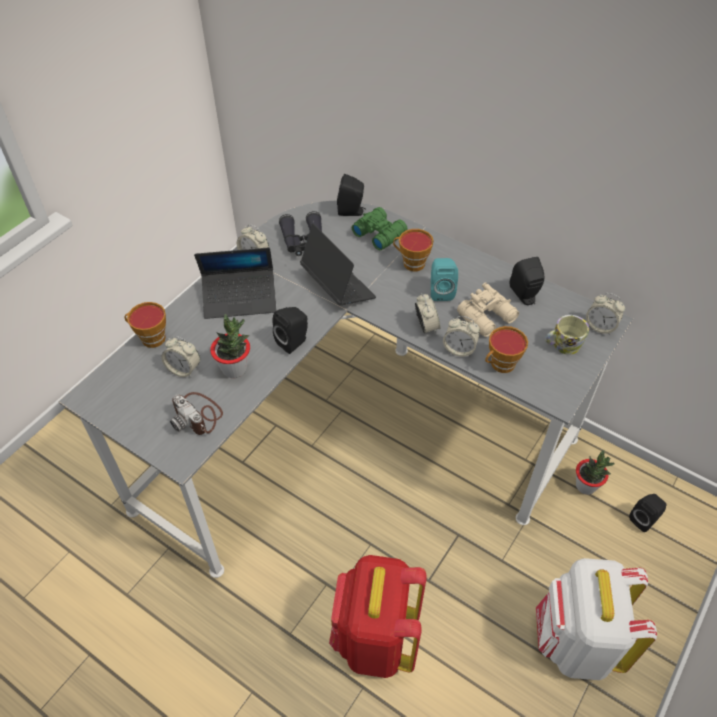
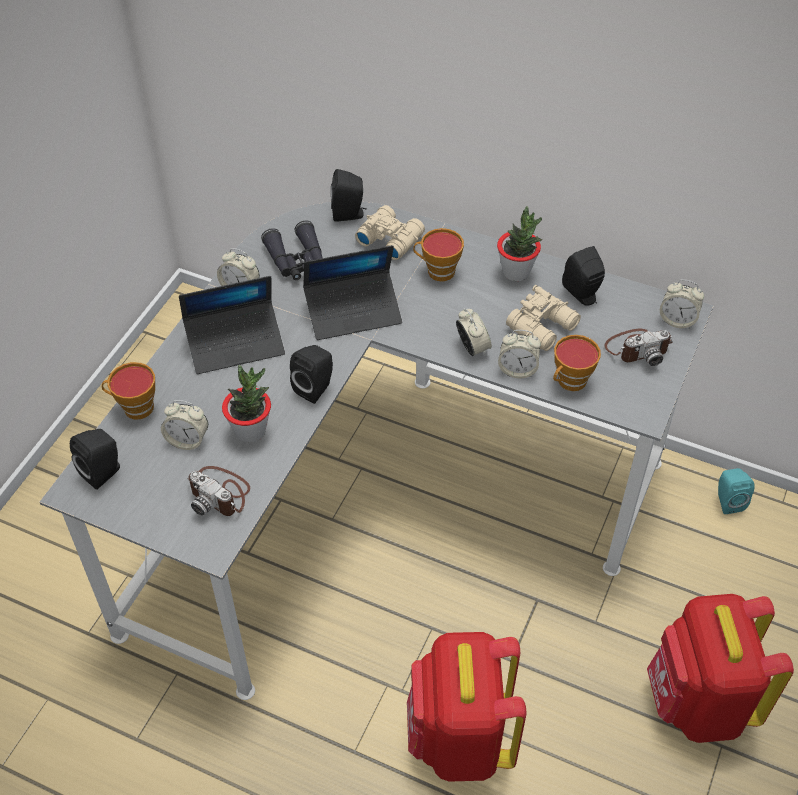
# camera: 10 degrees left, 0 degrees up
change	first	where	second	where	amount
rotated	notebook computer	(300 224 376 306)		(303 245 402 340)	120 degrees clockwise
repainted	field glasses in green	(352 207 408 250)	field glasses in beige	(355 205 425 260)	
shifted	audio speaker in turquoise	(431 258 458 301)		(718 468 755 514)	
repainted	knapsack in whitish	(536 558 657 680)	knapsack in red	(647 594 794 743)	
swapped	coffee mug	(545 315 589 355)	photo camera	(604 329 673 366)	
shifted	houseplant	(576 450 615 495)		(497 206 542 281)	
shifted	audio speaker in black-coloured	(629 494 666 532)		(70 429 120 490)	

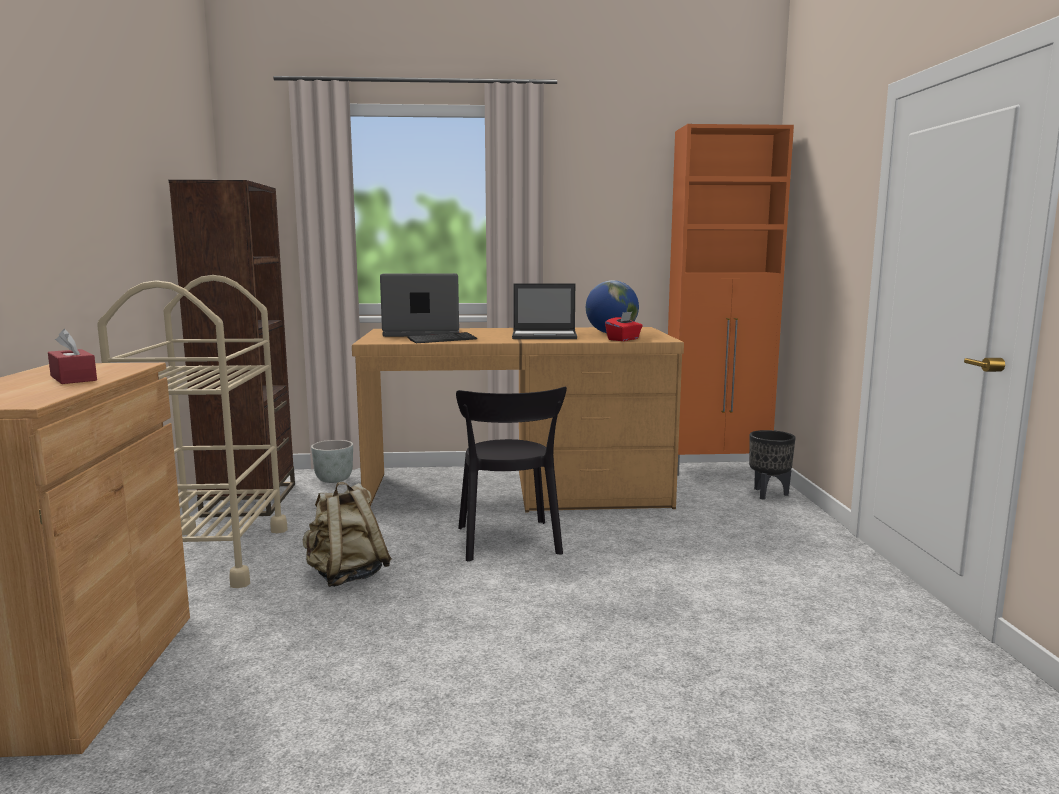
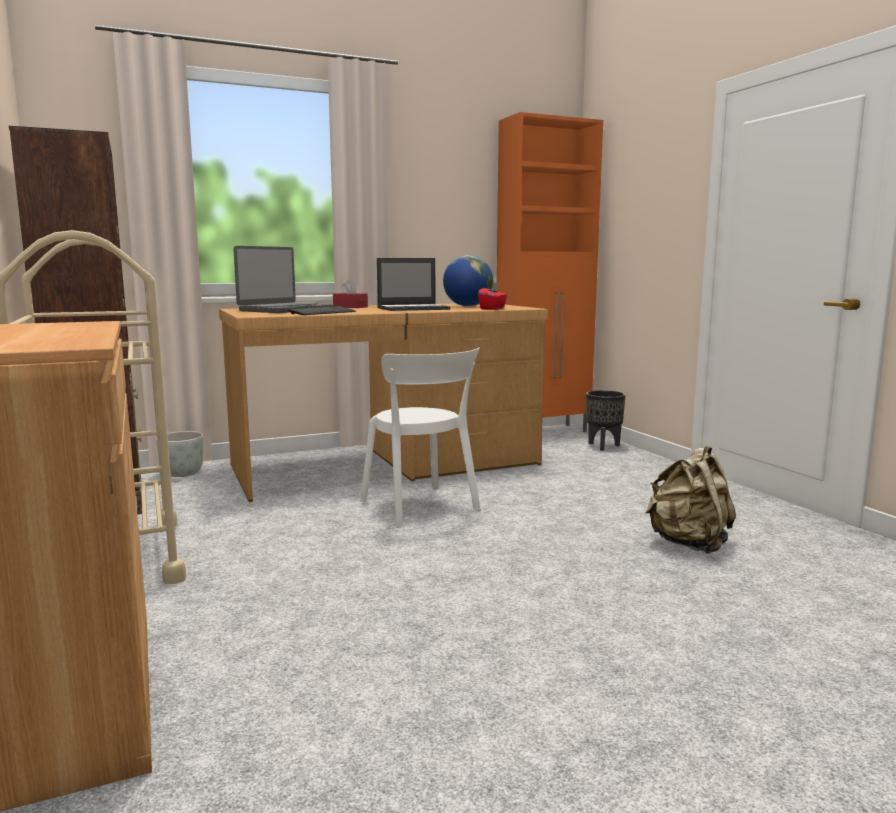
# camera: 20 degrees left, 0 degrees up
change	first	where	second	where	amount
shifted	box of tissues in red	(48 329 97 384)		(333 280 368 308)	
shifted	knapsack in beige	(303 482 392 587)		(645 446 736 554)	
rotated	notebook computer	(380 273 459 337)		(233 246 334 313)	150 degrees clockwise
repainted	chair in black-coloured	(456 387 567 561)	chair in whitish	(360 348 481 528)	

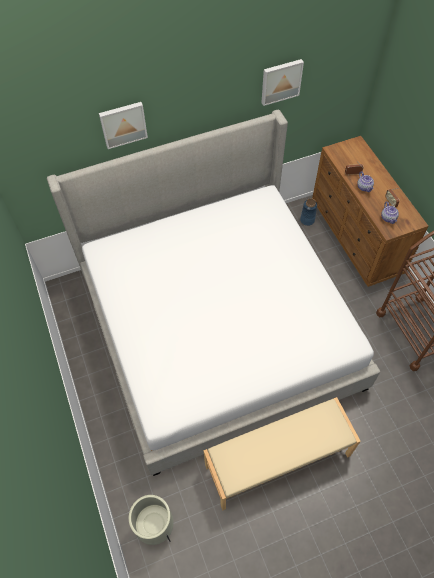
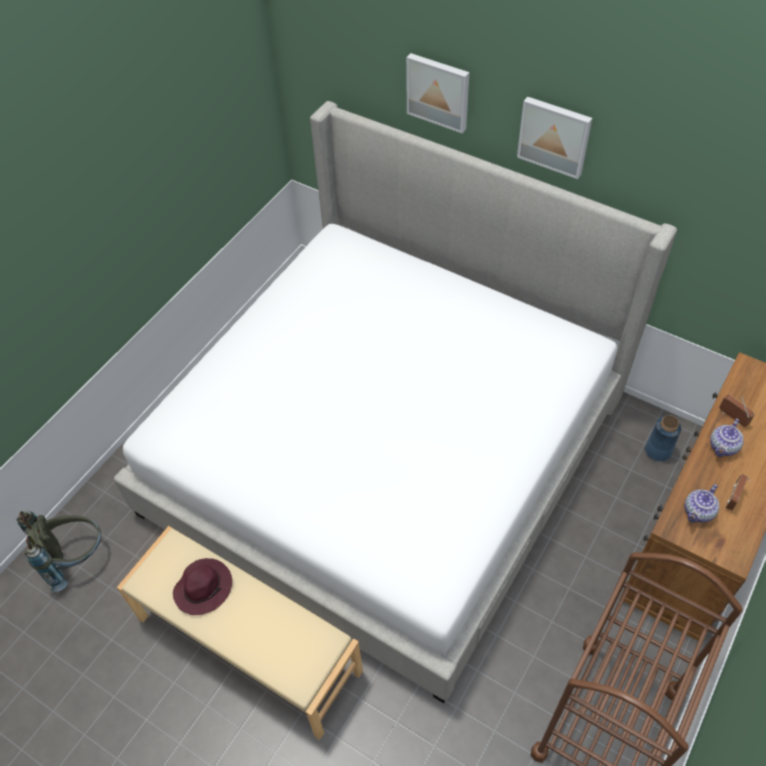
# camera: 55 degrees right, 5 degrees down
change	first	where	second	where	amount
swapped	planter in beige	(129 495 174 545)	knapsack in grey	(17 510 101 592)	
shifted	picture	(261 59 304 106)		(517 97 592 179)	
new			hat in purple	(173 558 232 615)	

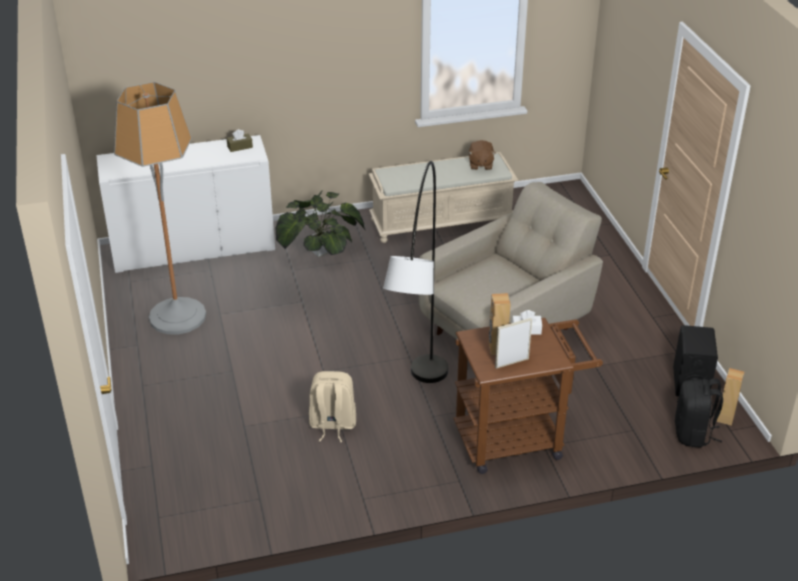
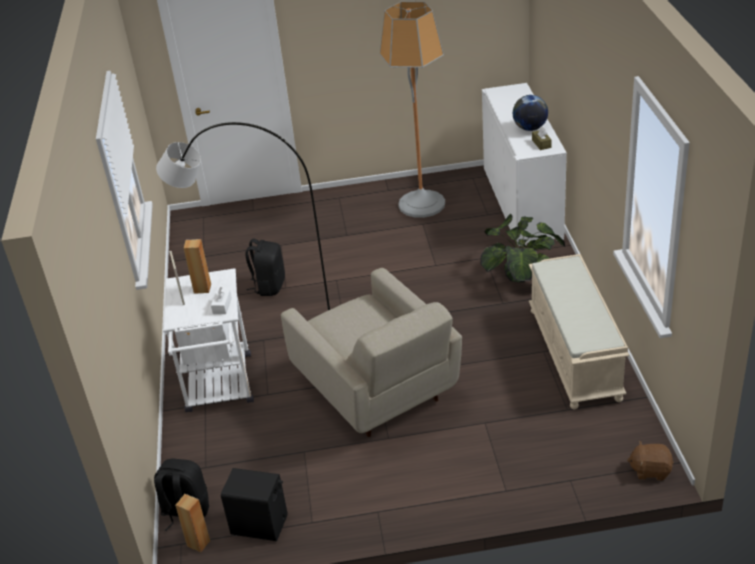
# camera: 100 degrees right, 0 degrees up
change	first	where	second	where	amount
repainted	knapsack in beige	(309 371 356 442)	knapsack in black-coloured	(245 239 285 296)	
repainted	cart in brownish	(454 318 603 474)	cart in whitish	(163 268 254 413)	
shifted	soft toy in brownish	(468 140 496 170)		(627 440 674 481)	
new			globe	(513 95 548 131)	

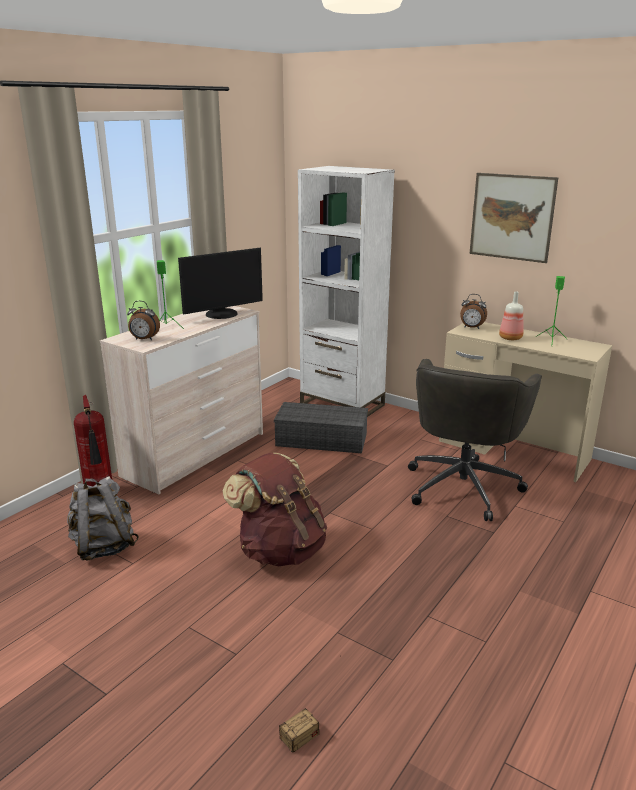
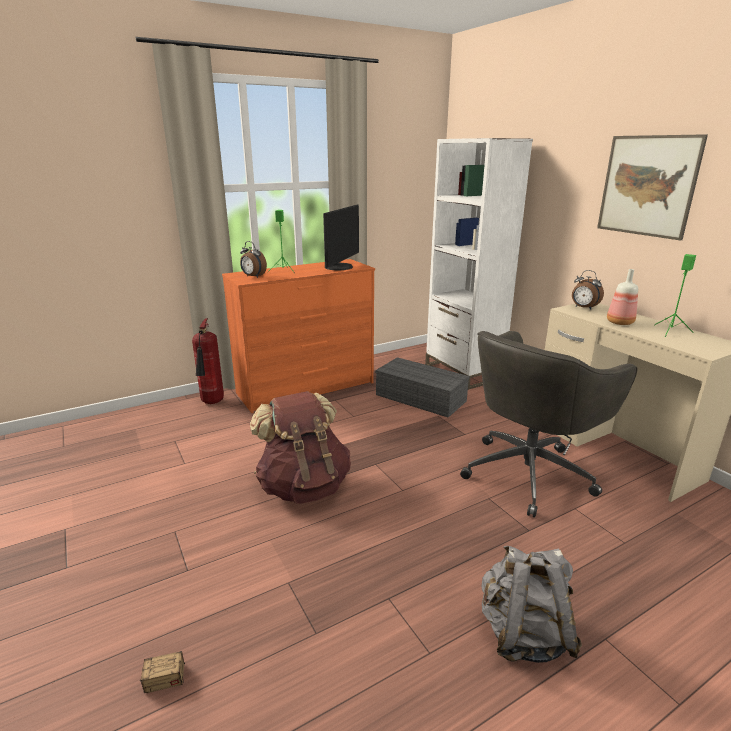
# camera: 25 degrees right, 0 degrees up
change	first	where	second	where	amount
shifted	knapsack in grey	(67 476 139 561)		(482 546 582 663)	
repainted	drawer chest in beige	(100 306 263 494)	drawer chest in orange-coloured	(222 259 375 413)	
rotated	computer display	(178 248 263 319)		(323 205 359 270)	60 degrees counterclockwise

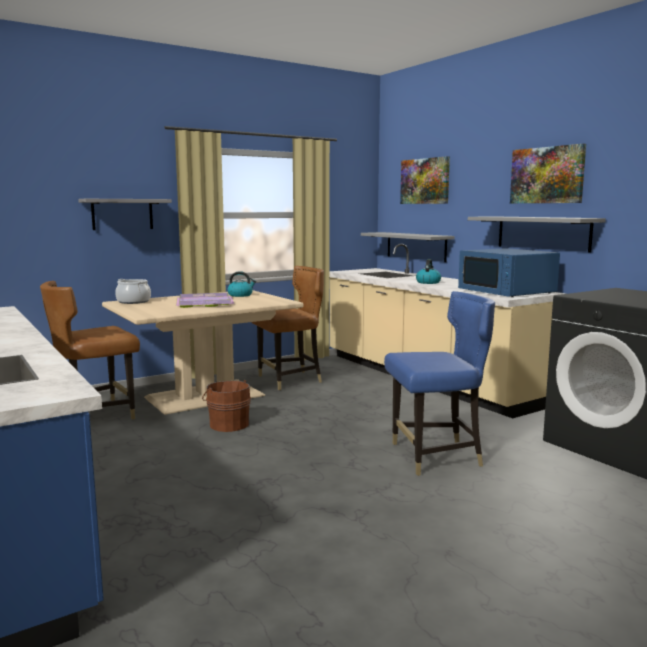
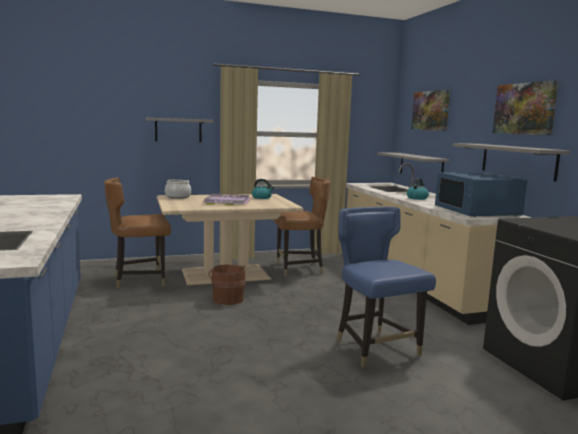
# camera: 15 degrees right, 0 degrees up
change	first	where	second	where	amount
rotated	chair in blue-coloured	(384 291 495 476)		(337 207 436 368)	120 degrees counterclockwise

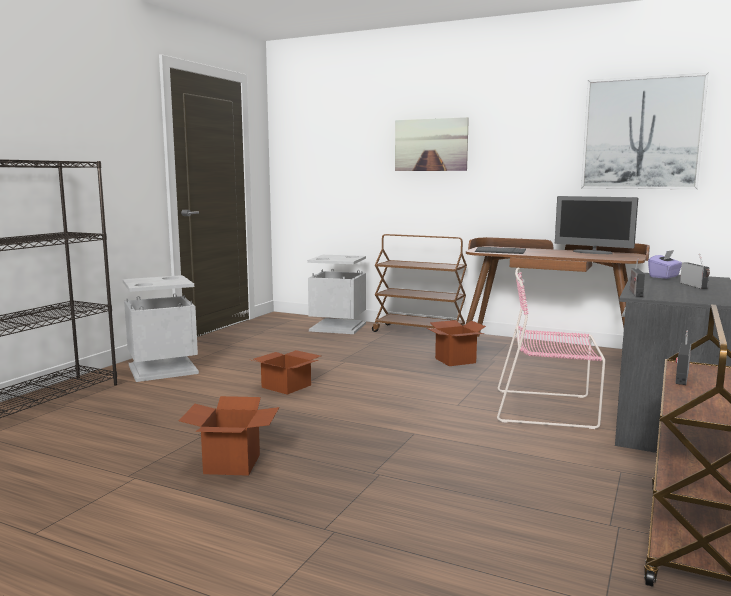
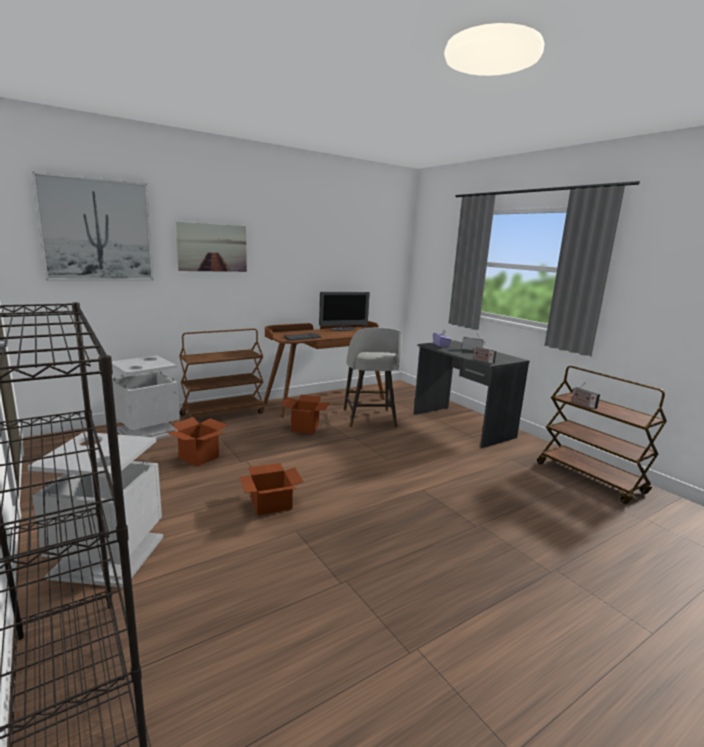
# camera: 60 degrees left, 5 degrees up
change	first	where	second	where	amount
shifted	packing box	(179 396 279 476)		(166 417 228 467)	
gone	chair in pink	(497 268 605 429)			
shifted	picture	(581 73 709 189)		(32 171 154 280)	
new			stool in grey	(344 327 402 427)	

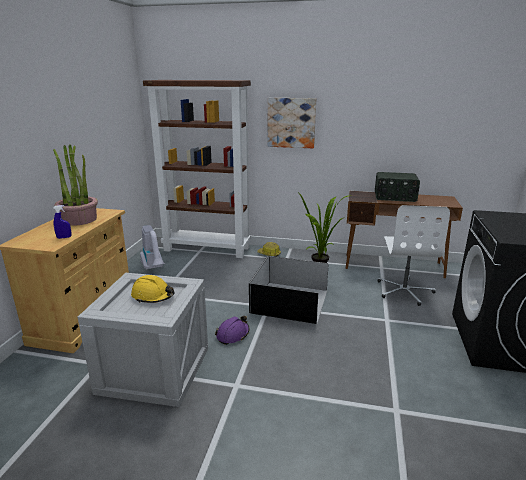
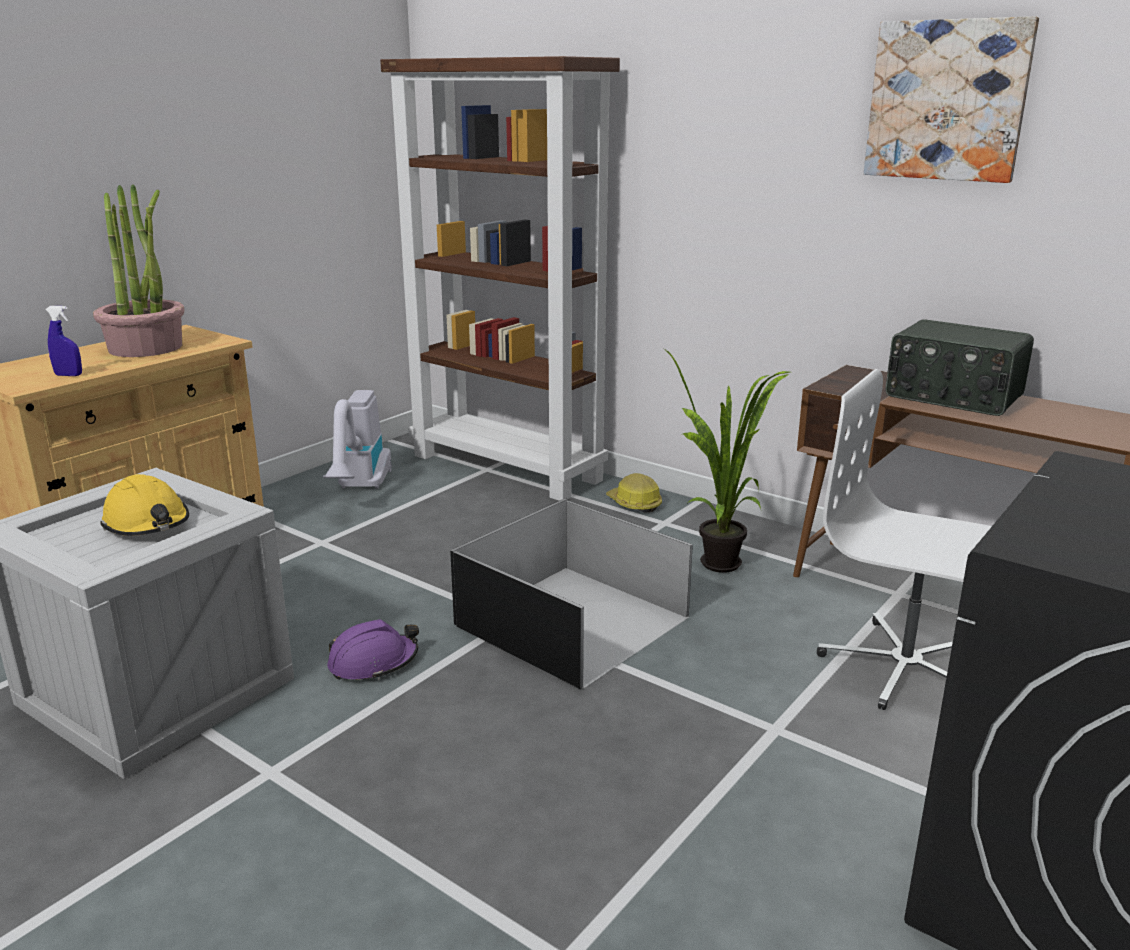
# camera: 25 degrees right, 0 degrees up
change	first	where	second	where	amount
shifted	picture	(267 98 316 148)		(864 16 1039 183)	
rotated	desk chair in whitish	(377 205 450 306)		(817 369 992 710)	90 degrees clockwise

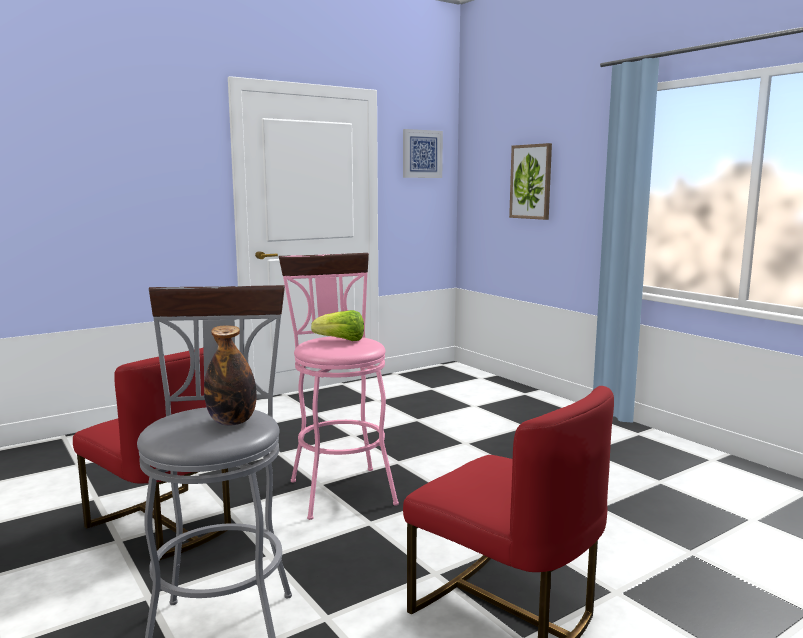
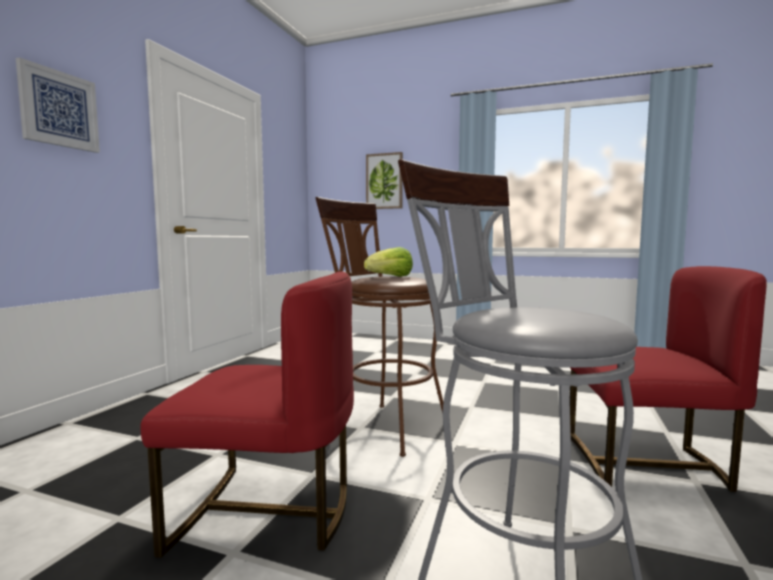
# camera: 35 degrees left, 5 degrees down
change	first	where	second	where	amount
gone	beverage bottle	(204 325 257 426)			
repainted	stool in pink	(279 253 399 520)	stool in brownish	(315 197 444 457)	
shifted	picture	(403 129 443 178)		(16 57 100 153)	

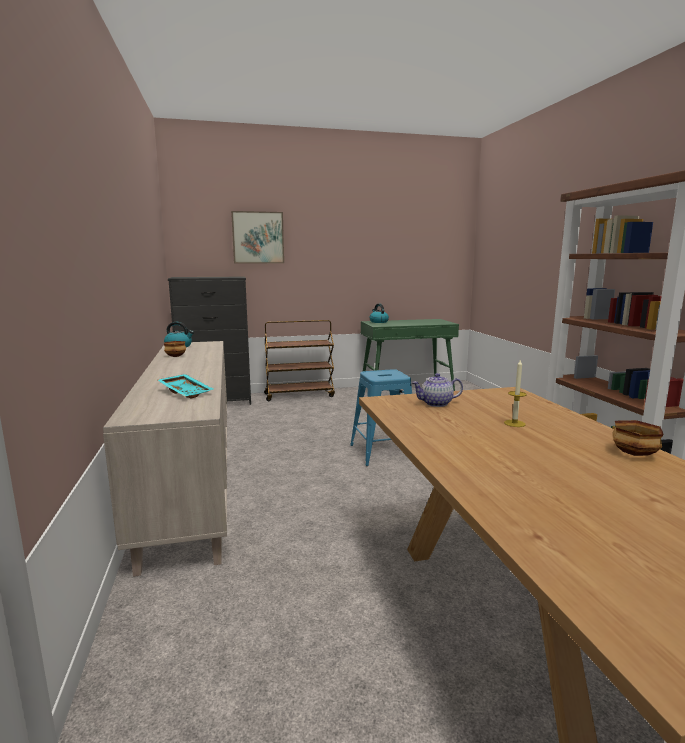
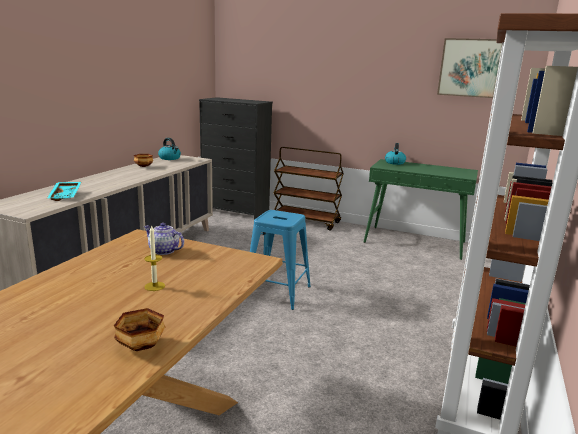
# camera: 35 degrees right, 5 degrees up
change	first	where	second	where	amount
shifted	picture	(231 211 284 263)		(437 38 502 98)	

